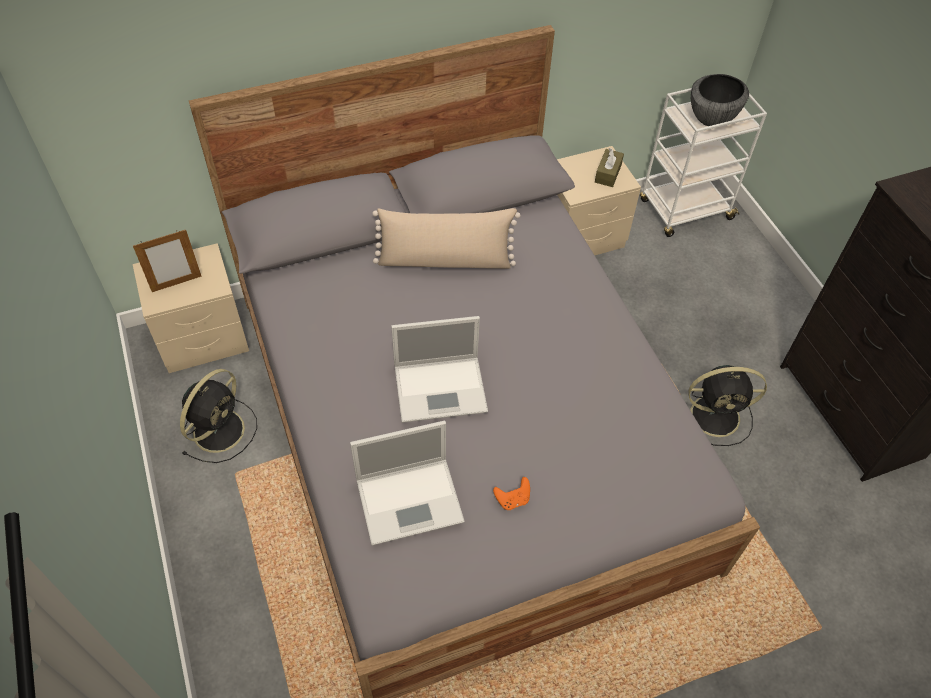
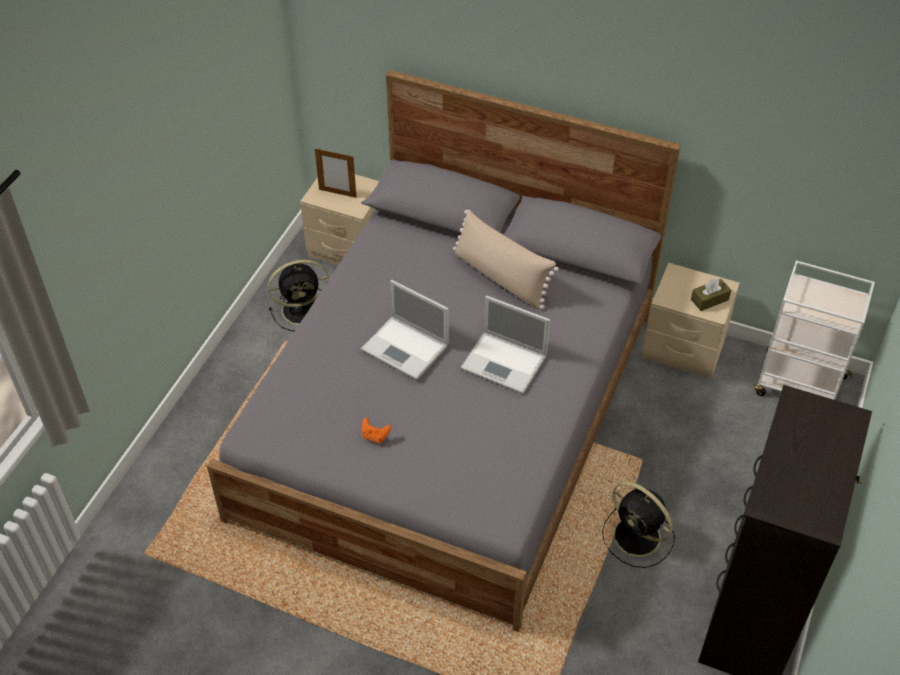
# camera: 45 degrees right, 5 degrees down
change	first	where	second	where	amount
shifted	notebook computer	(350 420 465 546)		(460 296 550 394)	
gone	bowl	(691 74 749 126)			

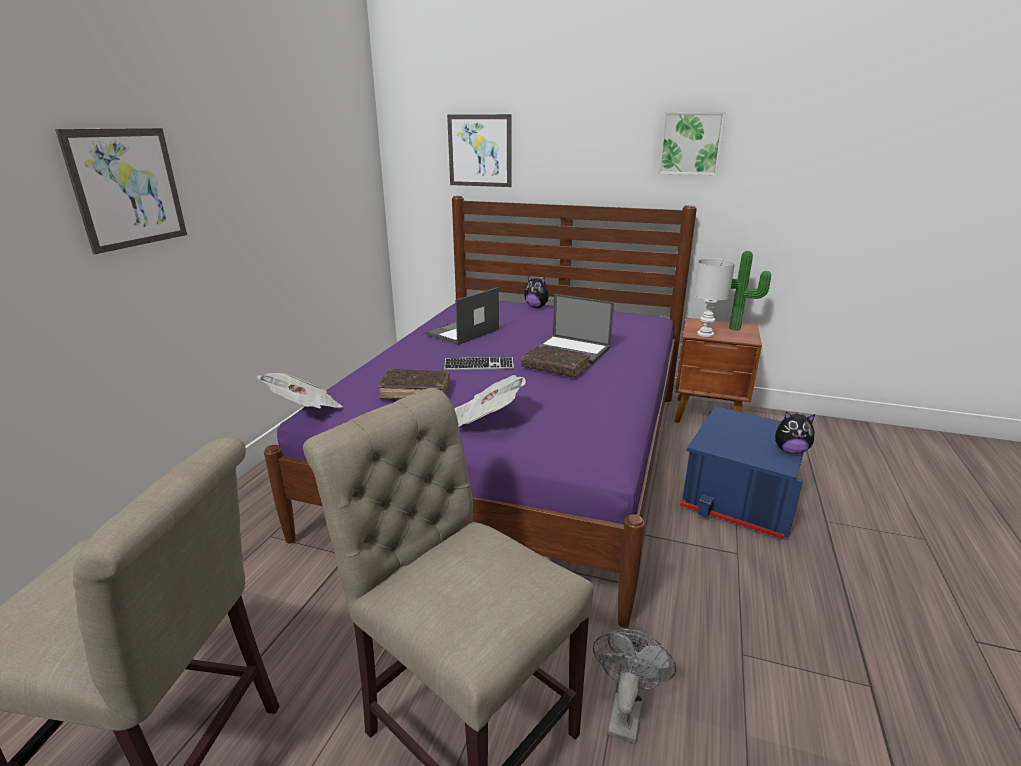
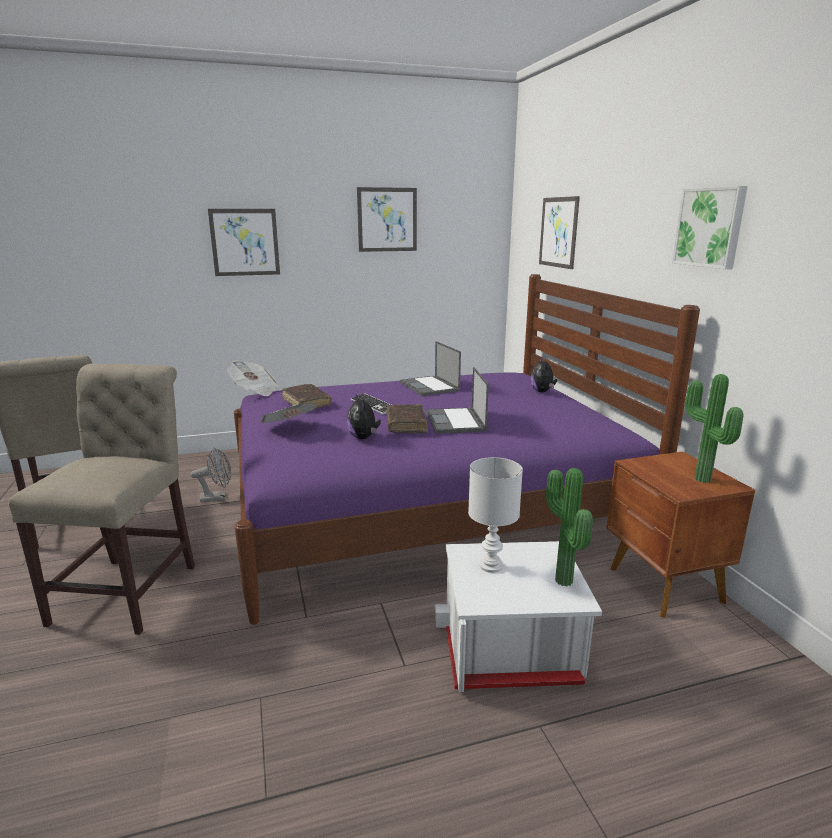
# camera: 55 degrees right, 5 degrees down
change	first	where	second	where	amount
rotated	notebook computer	(425 287 499 345)		(400 341 461 396)	120 degrees counterclockwise
shifted	electric fan in grey	(593 629 676 744)		(191 448 231 503)	
repainted	storage bin in blue-coloured	(680 406 804 539)	storage bin in whitish	(434 541 602 692)	
shifted	table lamp in whitish	(694 258 735 337)		(468 457 523 573)	
shifted	soft toy	(775 412 815 454)		(347 395 381 439)	
new			picture	(357 187 417 252)	
new			houseplant	(546 468 593 586)	

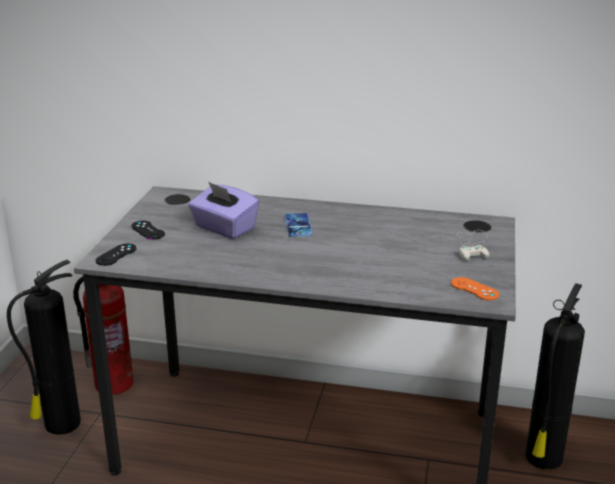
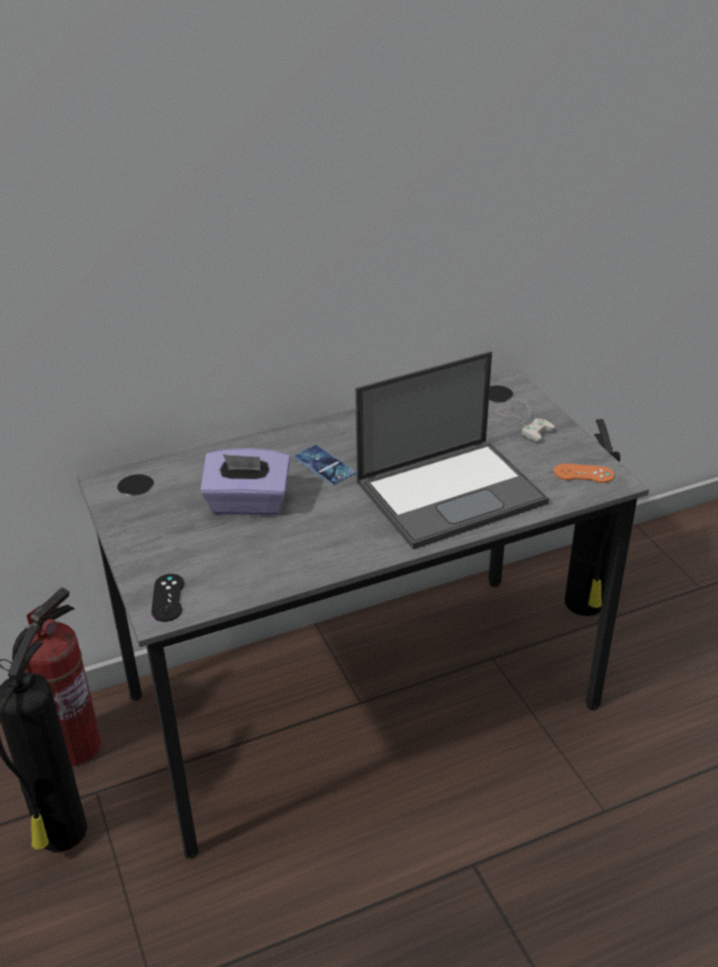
# camera: 35 degrees left, 10 degrees up
change	first	where	second	where	amount
gone	gamepad in black-coloured	(131 221 165 240)			
new			notebook computer	(355 351 549 549)	

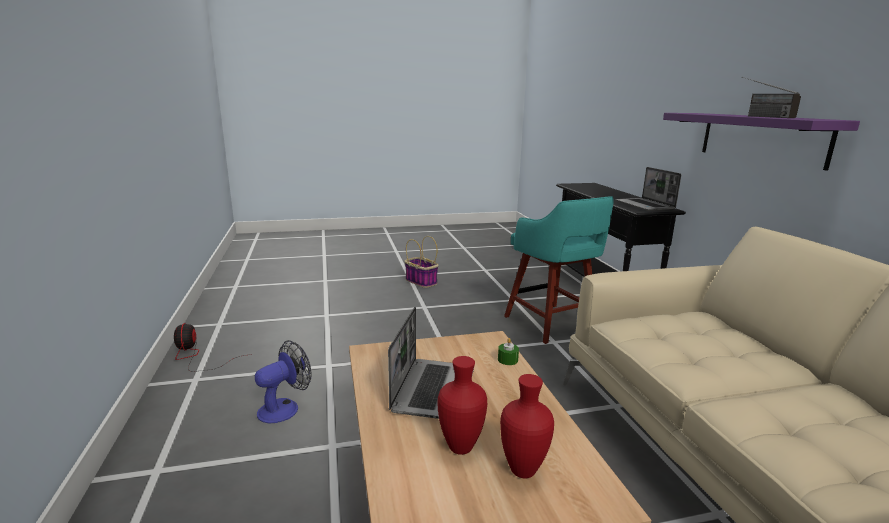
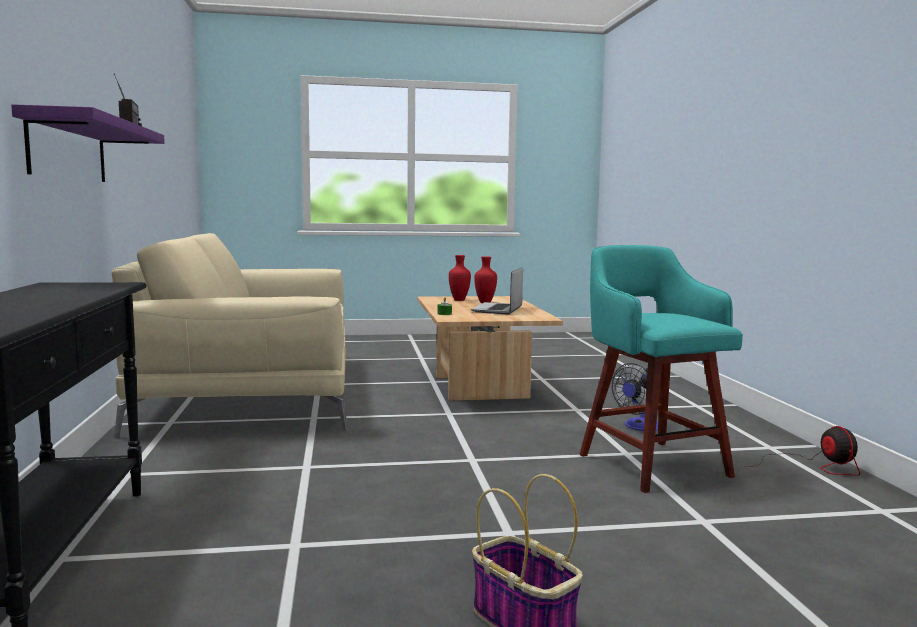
# camera: 175 degrees left, 10 degrees down
change	first	where	second	where	amount
shifted	stool in turquoise	(504 196 614 344)		(580 245 743 493)	
gone	notebook computer	(615 167 681 211)			

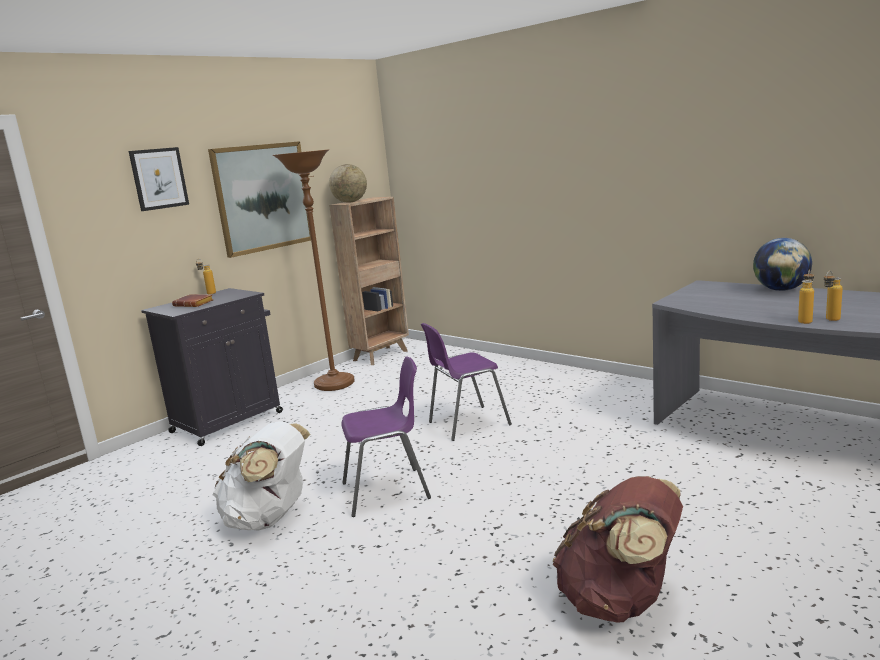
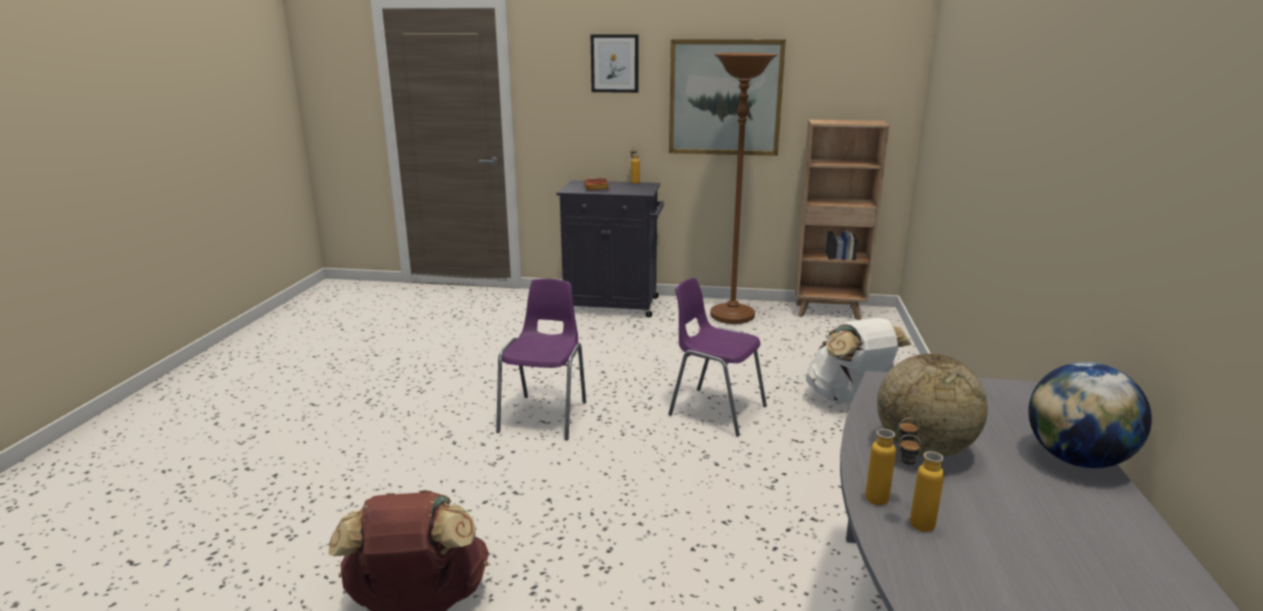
# camera: 55 degrees right, 5 degrees up
change	first	where	second	where	amount
shifted	knapsack in whitish	(213 421 311 531)		(806 318 912 404)	
shifted	globe	(329 164 367 203)		(877 354 988 457)	
rotated	chair in purple	(341 356 431 517)		(496 278 586 440)	120 degrees counterclockwise

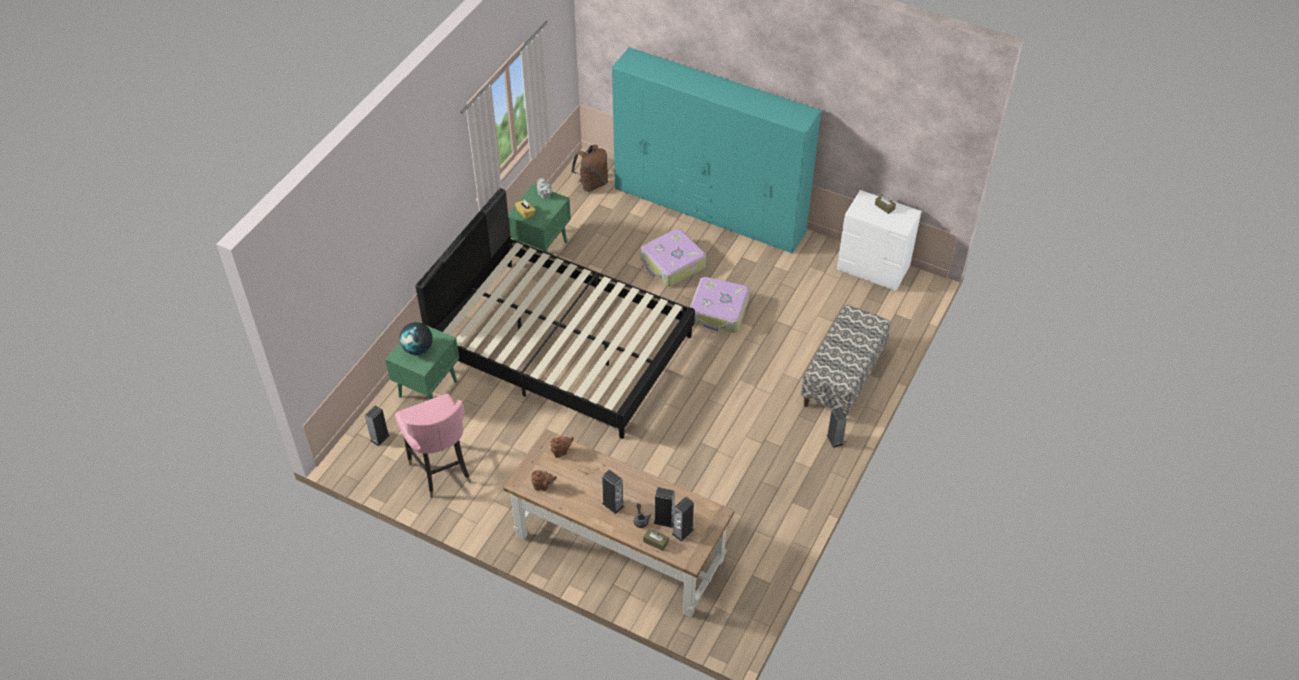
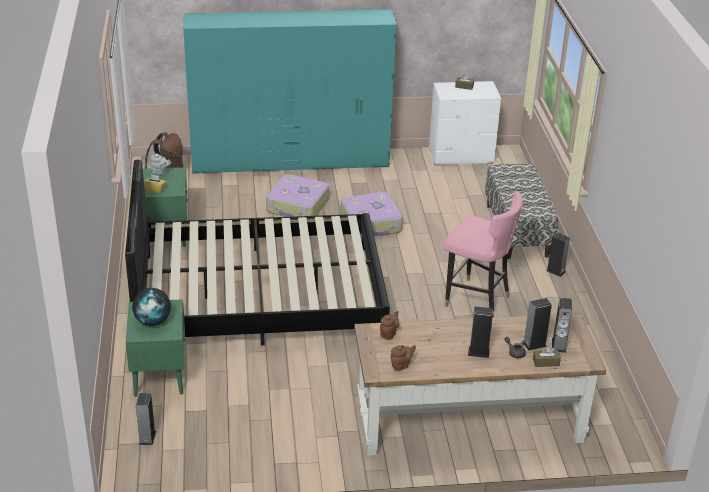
# camera: 35 degrees left, 15 degrees down
change	first	where	second	where	amount
shifted	chair in pink	(395 394 471 498)		(443 191 523 317)	

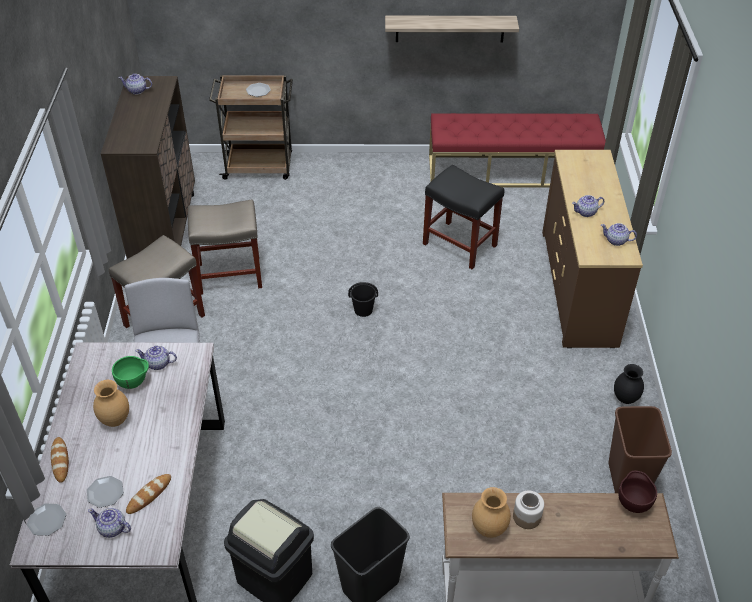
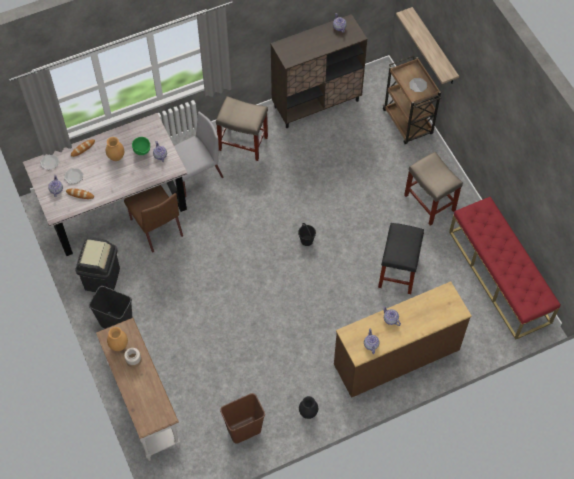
# camera: 65 degrees right, 15 degrees up
change	first	where	second	where	amount
shifted	stool in beige	(188 200 262 295)		(404 152 463 226)	
shifted	shelf	(385 16 519 43)		(396 7 459 84)	
gone	bowl in brownish	(618 471 657 513)			
new			chair in brownish	(124 185 183 252)	

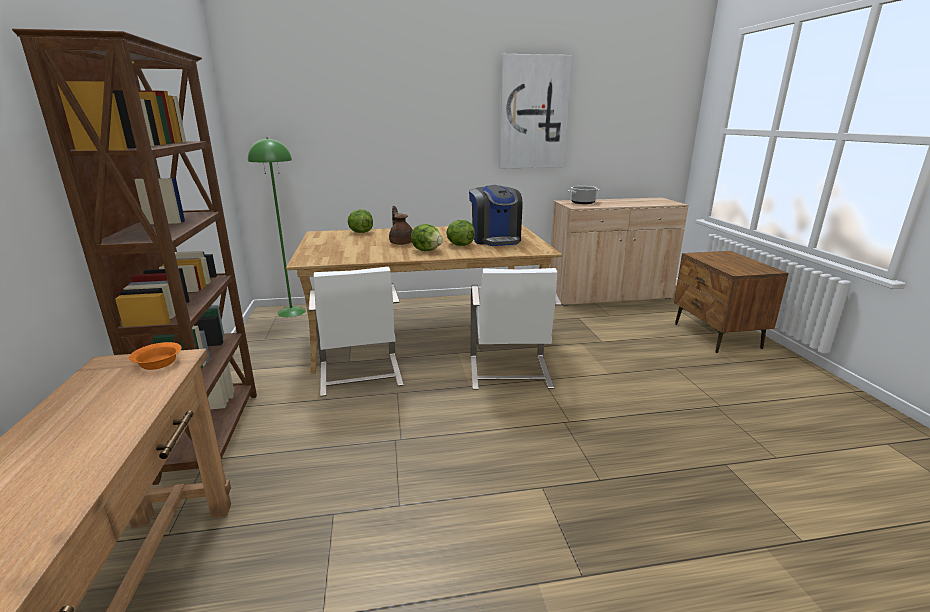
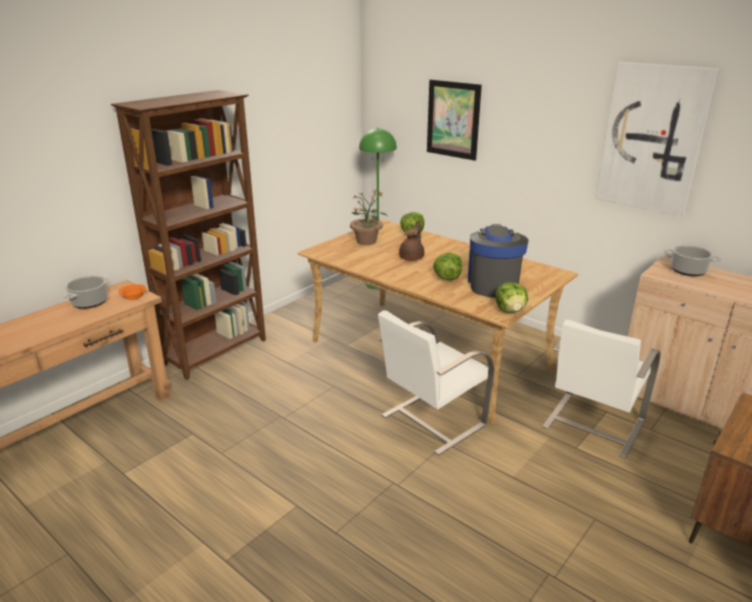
# camera: 50 degrees right, 5 degrees up
change	first	where	second	where	amount
shifted	chair in whitish	(309 267 404 397)		(542 320 660 458)	
shifted	head of lettuce	(411 224 443 251)		(495 282 528 313)	
rotated	coffee brewer	(469 185 523 246)		(468 224 529 298)	150 degrees clockwise
new			stockpot	(64 276 108 309)	
new			houseplant	(350 189 387 245)	
new			picture	(427 80 482 161)	

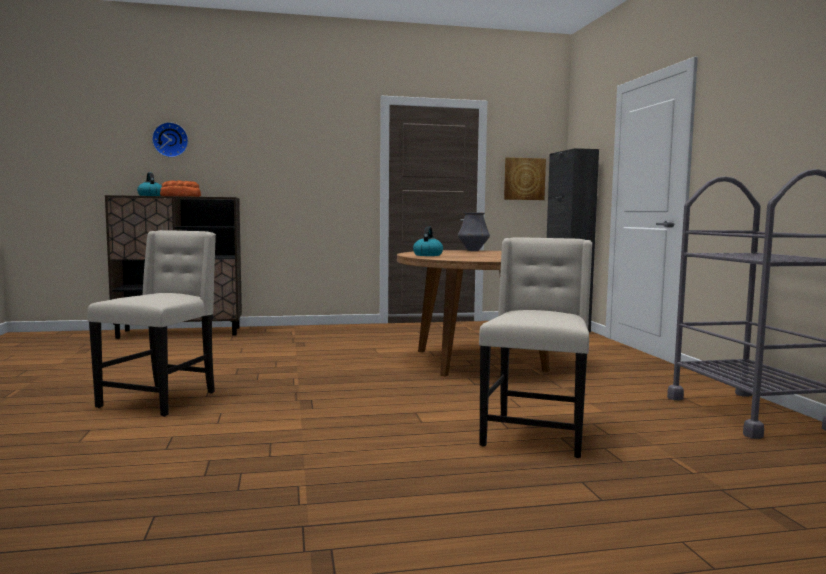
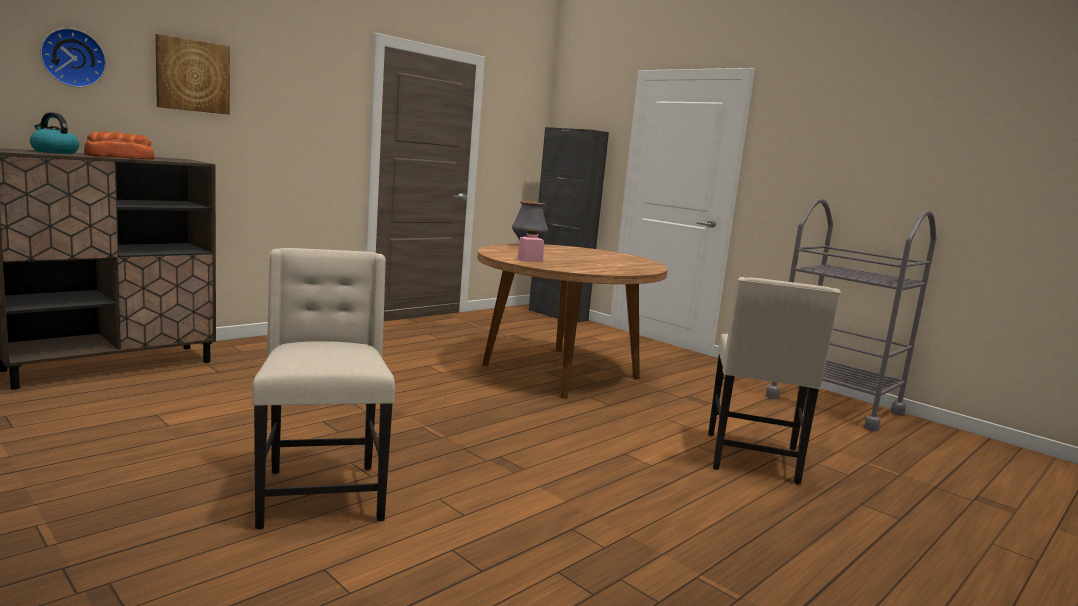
# camera: 35 degrees left, 5 degrees up
change	first	where	second	where	amount
swapped	kettle	(413 226 443 256)	jar in pink	(517 230 544 262)	
rotated	chair in beige	(479 237 592 458)		(708 277 841 485)	150 degrees counterclockwise
shifted	picture	(504 157 546 200)		(155 34 230 115)	

